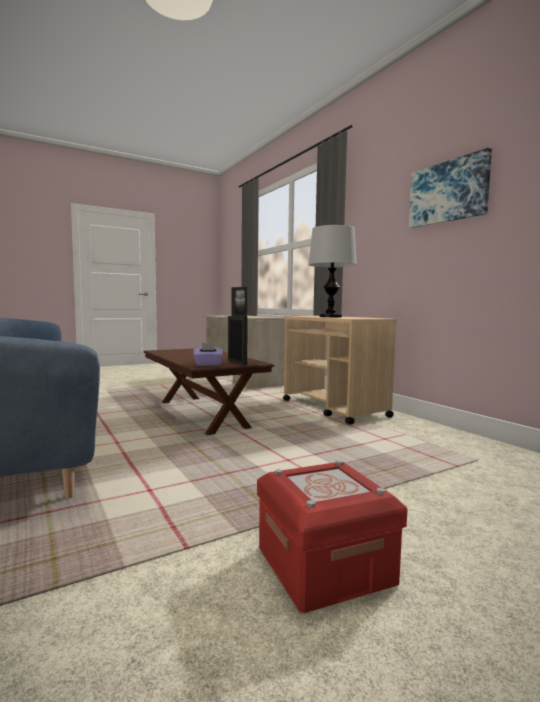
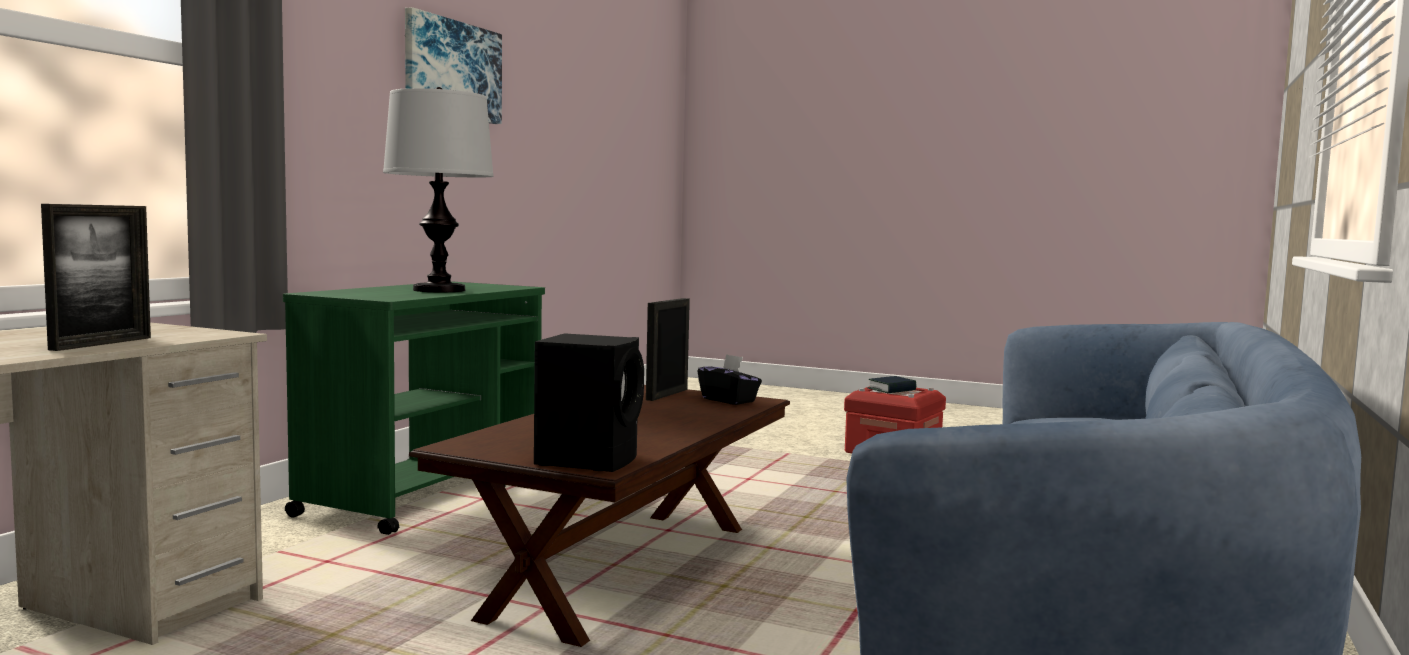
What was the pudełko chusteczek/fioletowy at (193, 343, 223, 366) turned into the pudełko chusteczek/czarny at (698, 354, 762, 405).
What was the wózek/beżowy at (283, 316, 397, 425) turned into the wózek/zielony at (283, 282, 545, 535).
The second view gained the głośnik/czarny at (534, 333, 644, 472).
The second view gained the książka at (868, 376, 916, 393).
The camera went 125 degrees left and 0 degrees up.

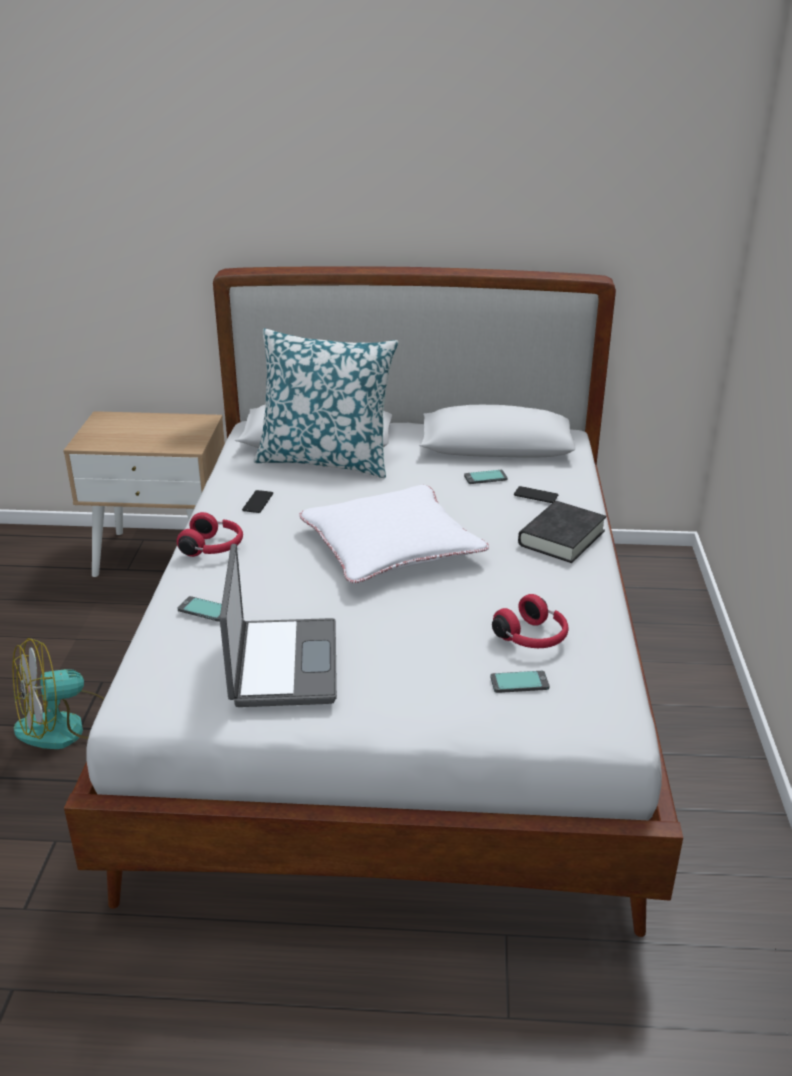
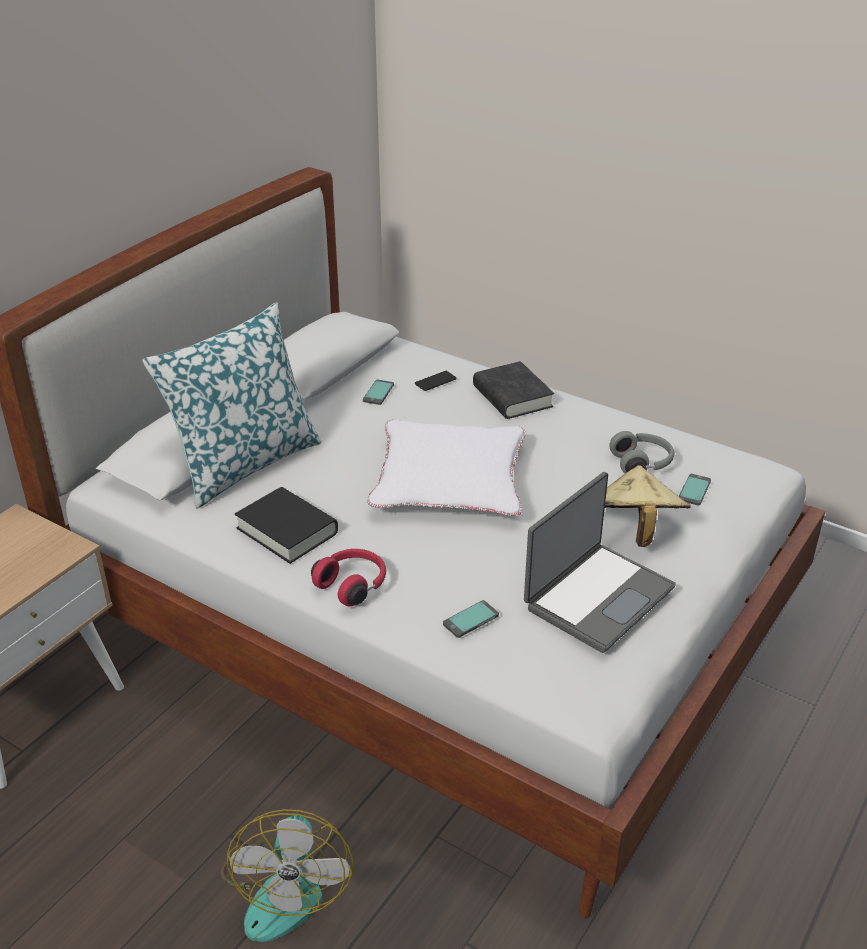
The laptop at (220, 544, 337, 707) ended up facing another way, 105 degrees clockwise from before.
Where the telefon stood at (242, 490, 273, 513), the książka/czarny came to stand at (235, 487, 338, 564).
What was the słuchawki/czerwony at (492, 594, 569, 648) turned into the słuchawki/szary at (609, 431, 674, 473).
The second view gained the kapelusz/beżowy at (605, 465, 691, 547).
The camera went 60 degrees left and 5 degrees up.

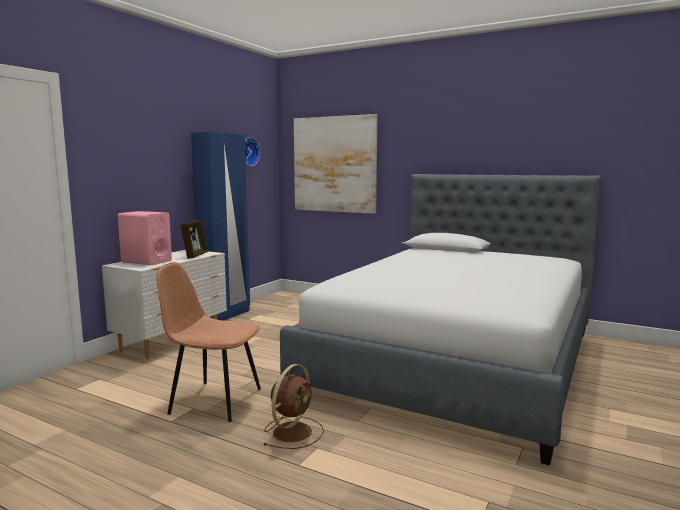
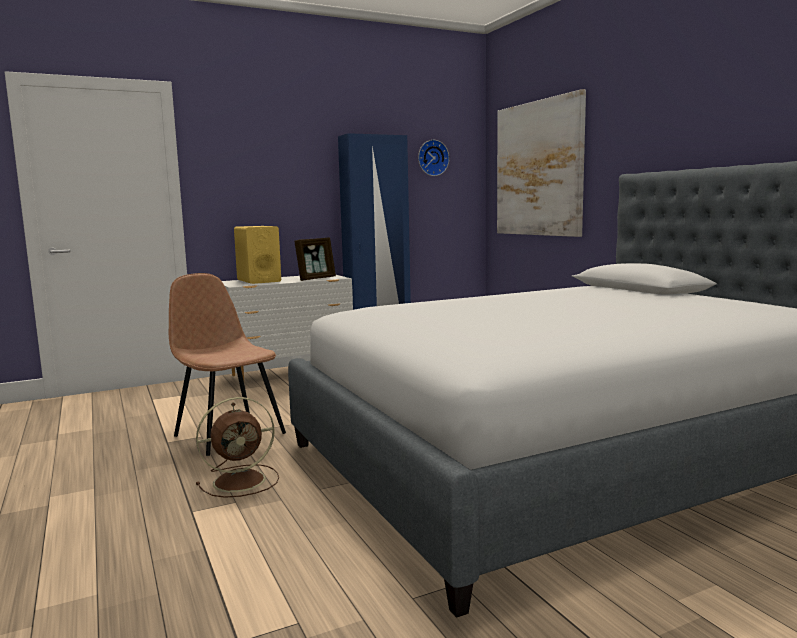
What was the głośnik/różowy at (118, 211, 172, 265) turned into the głośnik/żółty at (234, 226, 281, 284).
The camera went 35 degrees right and 0 degrees up.

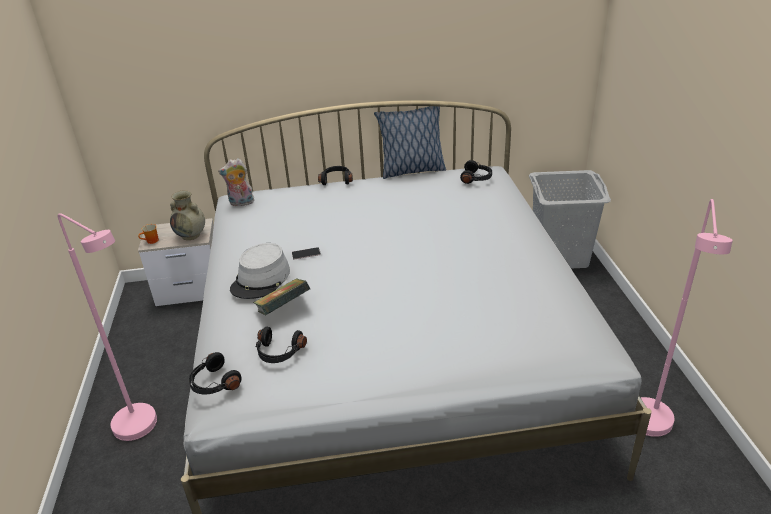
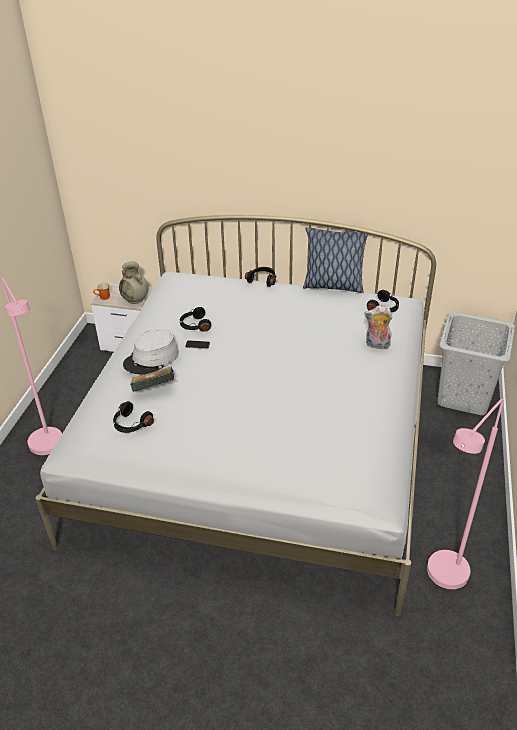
The słuchawki/czarny ended up elsewhere, having gone from (189, 352, 242, 395) to (180, 307, 211, 331).
The pluszak ended up elsewhere, having gone from (218, 158, 254, 206) to (364, 305, 392, 349).
The camera went 20 degrees right and 5 degrees up.

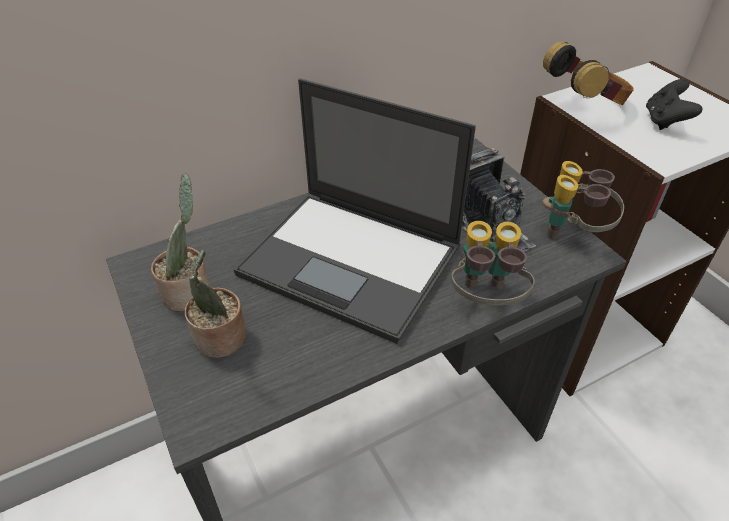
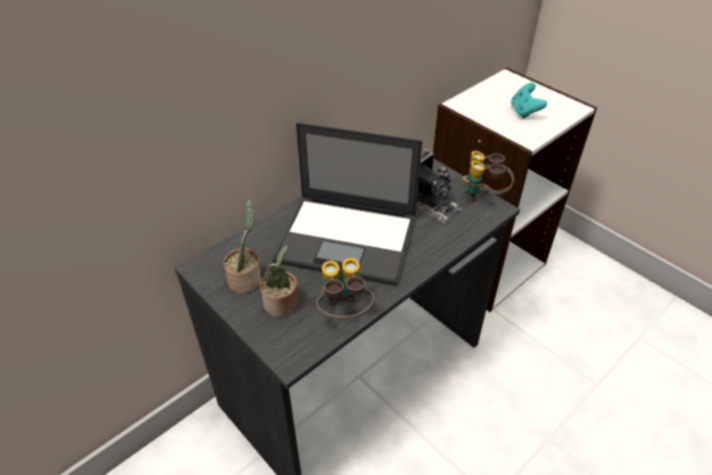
The lornetka ended up elsewhere, having gone from (451, 221, 535, 306) to (317, 258, 374, 320).
The second view lost the słuchawki at (543, 42, 634, 105).
What was the pad do gier/czarny at (646, 79, 702, 130) turned into the pad do gier/turkusowy at (511, 83, 547, 119).
The camera went 15 degrees left and 0 degrees up.

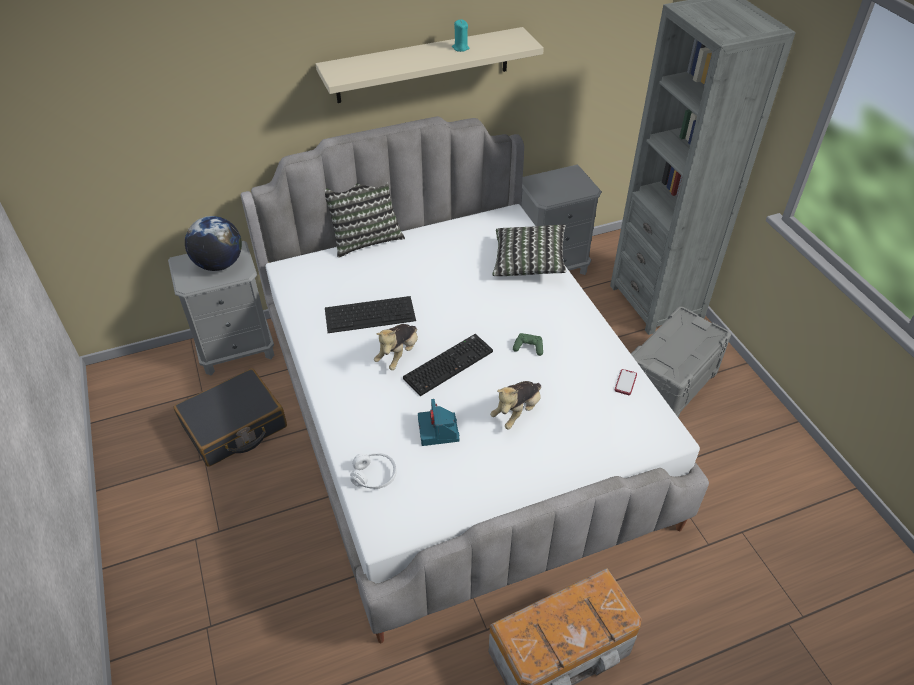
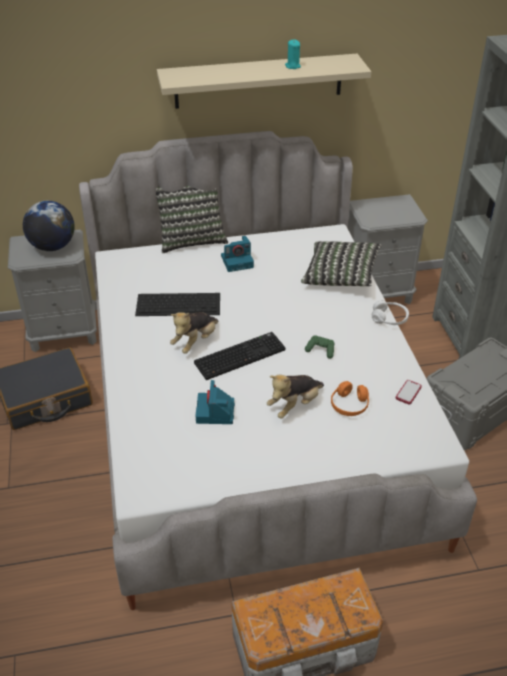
The słuchawki/biały ended up elsewhere, having gone from (350, 453, 397, 489) to (372, 300, 409, 325).
The second view gained the aparat fotograficzny at (221, 236, 254, 272).
The second view gained the słuchawki/pomarańczowy at (331, 381, 369, 416).
The camera went 10 degrees right and 5 degrees down.

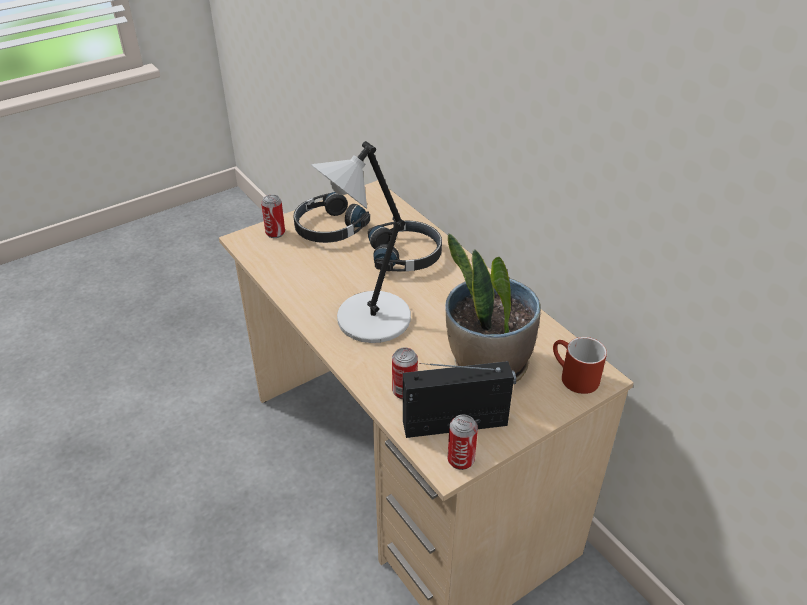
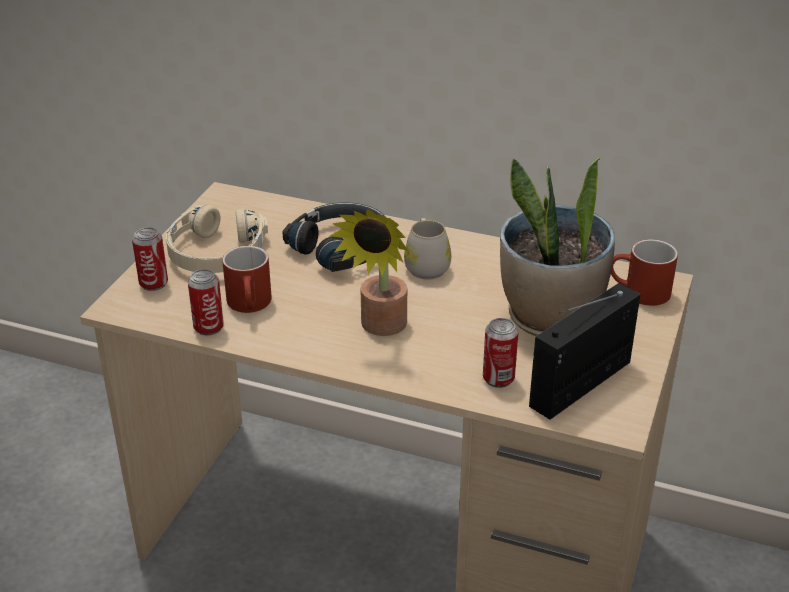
What was the słuchawki/czarny at (294, 192, 370, 243) turned into the słuchawki/beżowy at (166, 205, 268, 273).
Where the lampa stołowa/szary stood at (311, 141, 411, 343), the roślina doniczkowa came to stand at (330, 209, 409, 336).
The puszka ended up elsewhere, having gone from (448, 415, 478, 470) to (188, 269, 224, 335).
The second view gained the kubek/czerwony at (222, 246, 272, 313).
The second view gained the kubek/biały at (404, 218, 451, 280).
The camera went 35 degrees left and 5 degrees down.

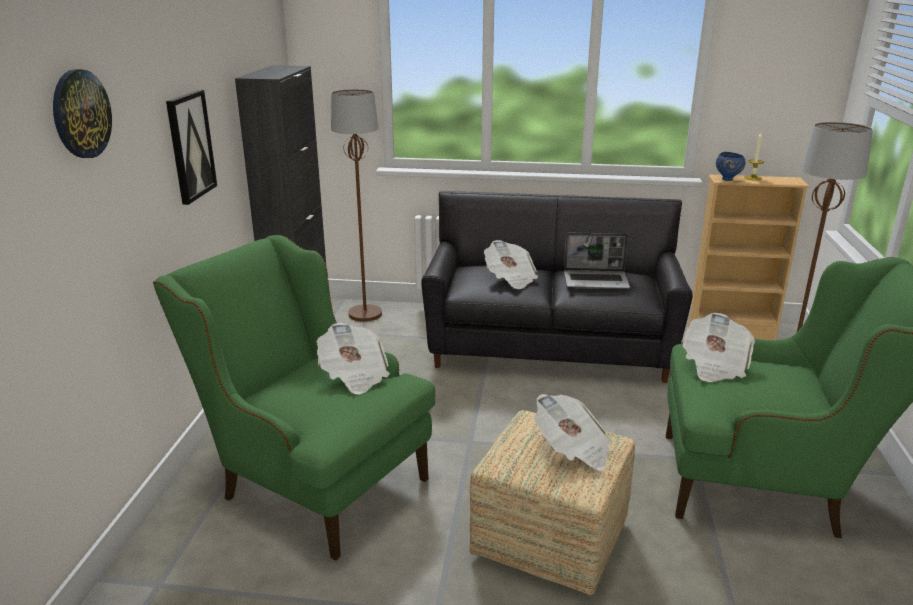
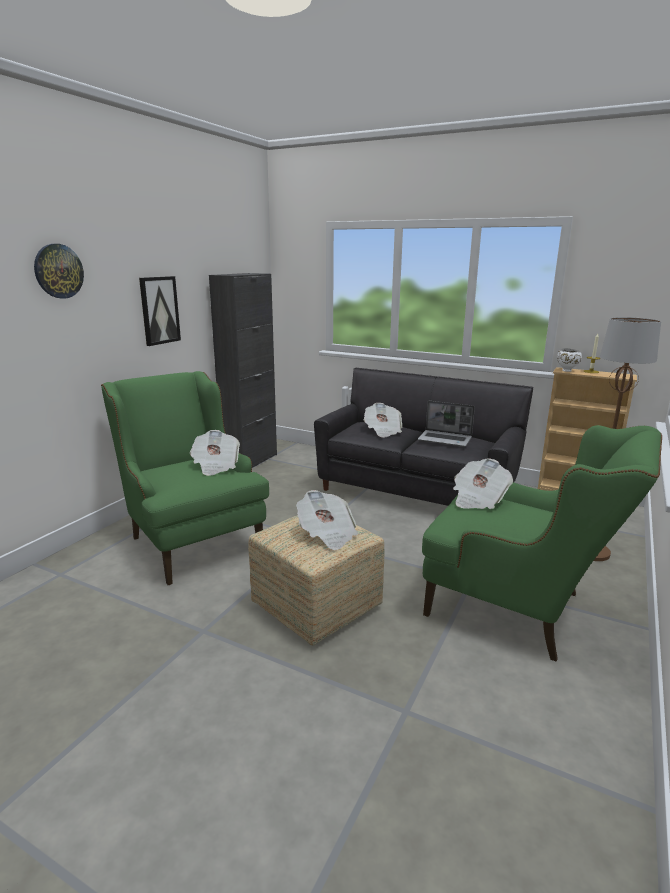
The second view lost the lampa stojąca/brązowy at (331, 89, 382, 322).
What was the miska/niebieski at (716, 152, 746, 181) turned into the miska/biały at (557, 348, 582, 372).
The camera went 20 degrees right and 5 degrees down.

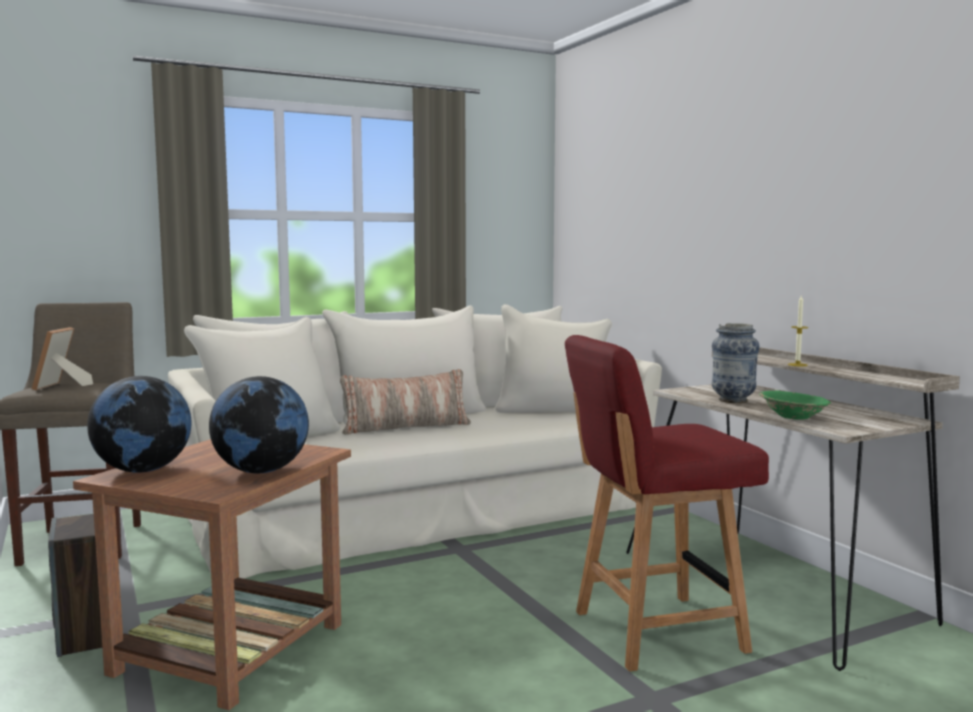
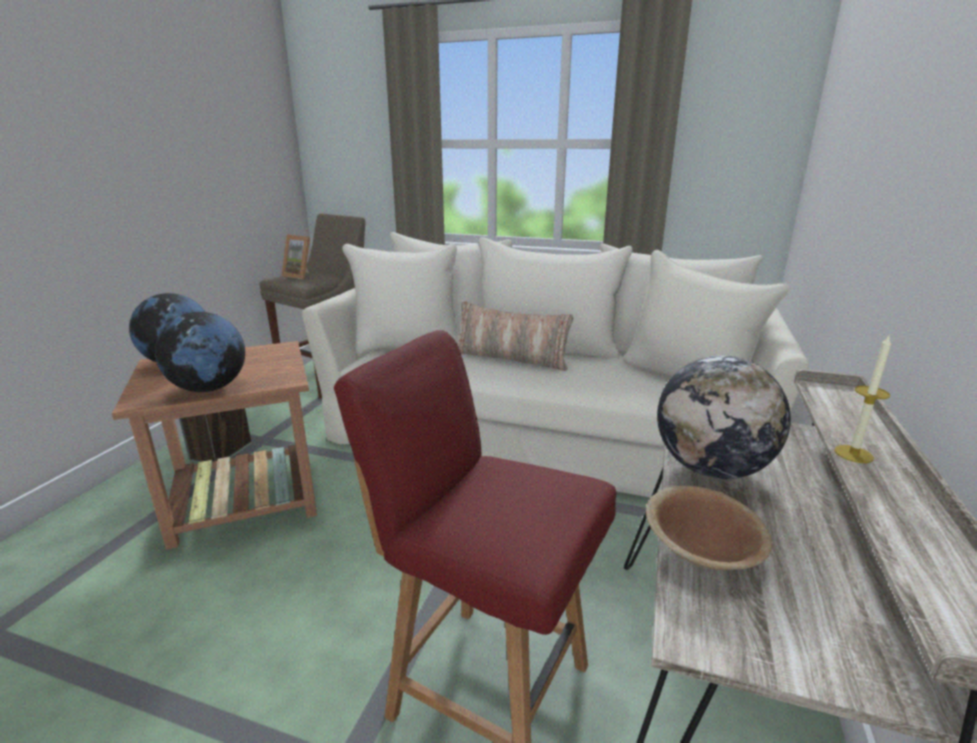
The ramka na zdjęcie at (32, 327, 93, 390) ended up facing another way, 105 degrees counterclockwise from before.
Where the wazon stood at (712, 323, 759, 403), the globus came to stand at (657, 355, 791, 479).
What was the miska/zielony at (759, 391, 831, 420) turned into the miska/brązowy at (646, 486, 773, 570).
The camera went 45 degrees right and 15 degrees up.

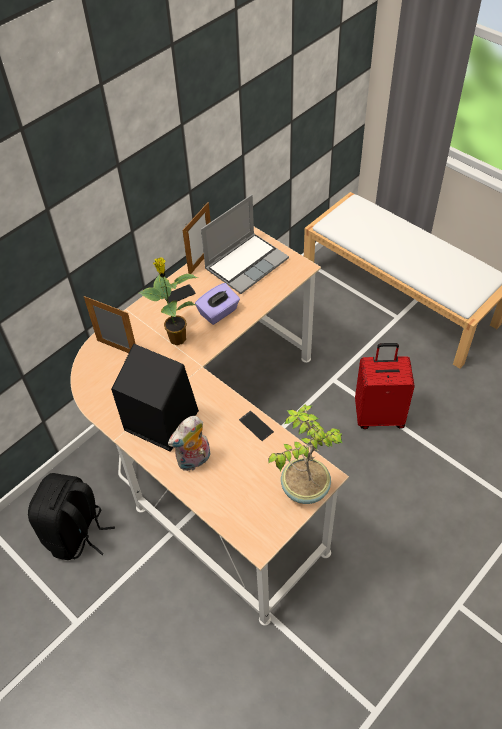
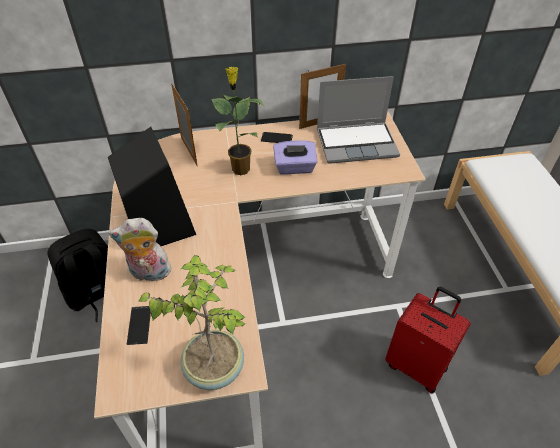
The telefon ended up elsewhere, having gone from (239, 411, 274, 441) to (126, 306, 151, 345).
The camera went 35 degrees right and 5 degrees down.

